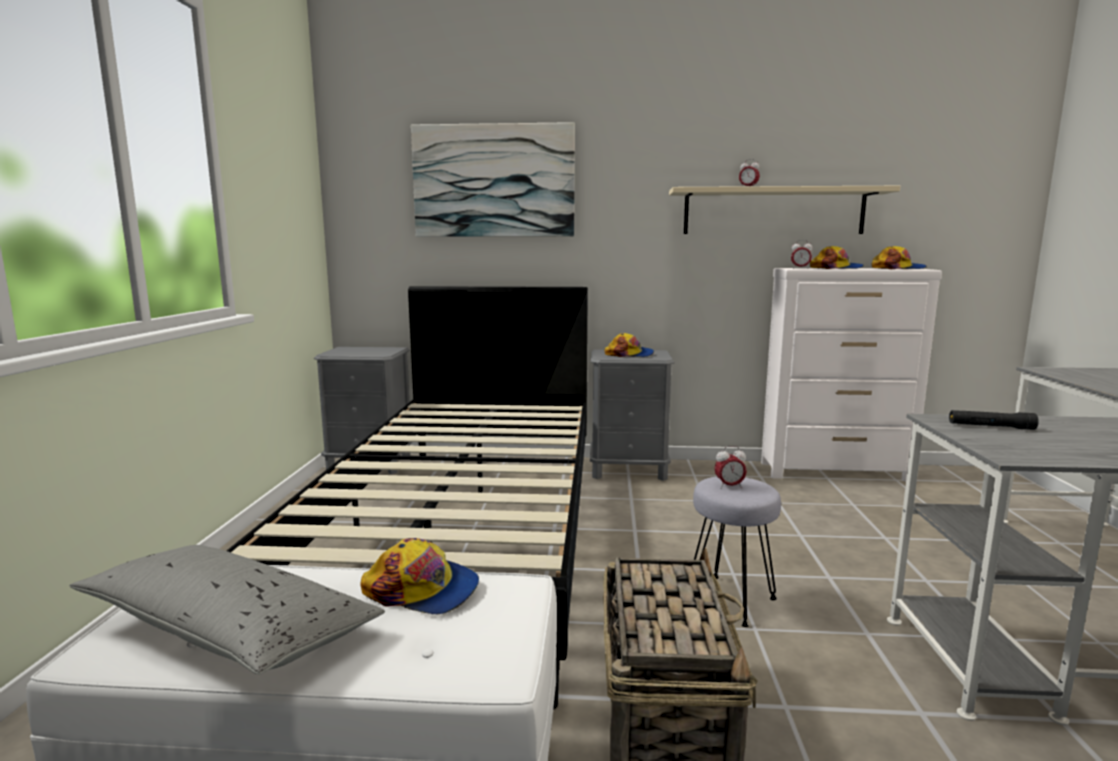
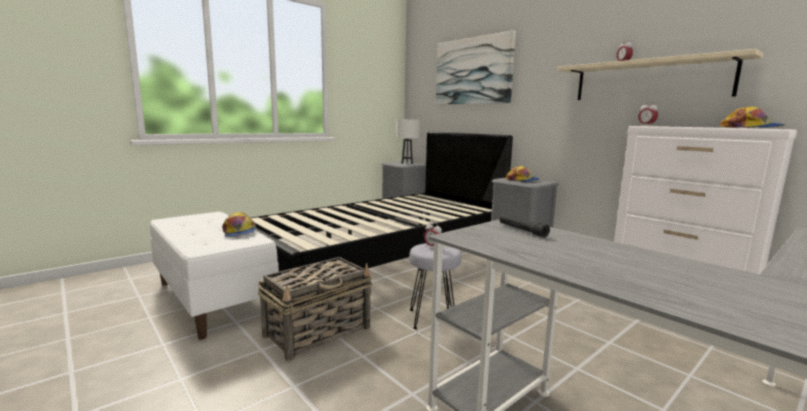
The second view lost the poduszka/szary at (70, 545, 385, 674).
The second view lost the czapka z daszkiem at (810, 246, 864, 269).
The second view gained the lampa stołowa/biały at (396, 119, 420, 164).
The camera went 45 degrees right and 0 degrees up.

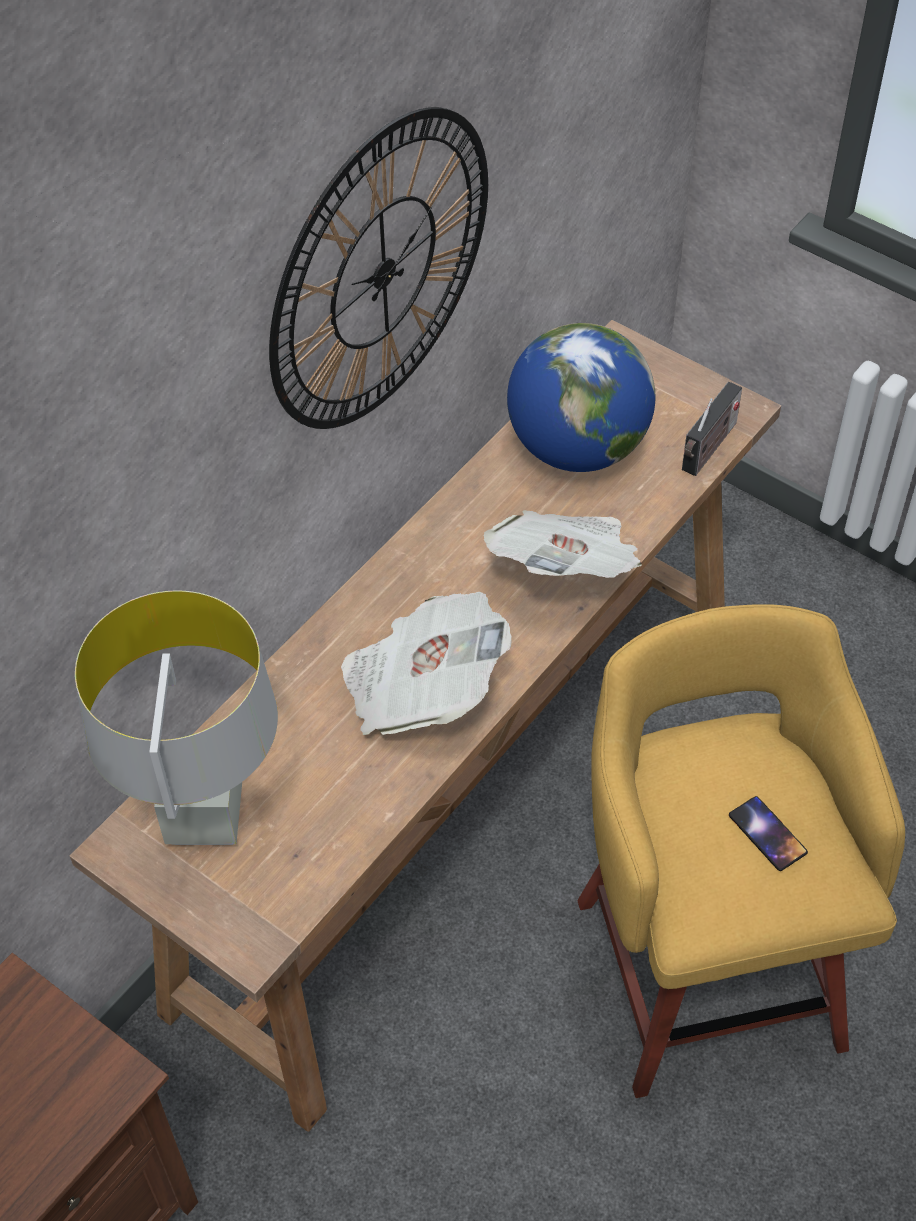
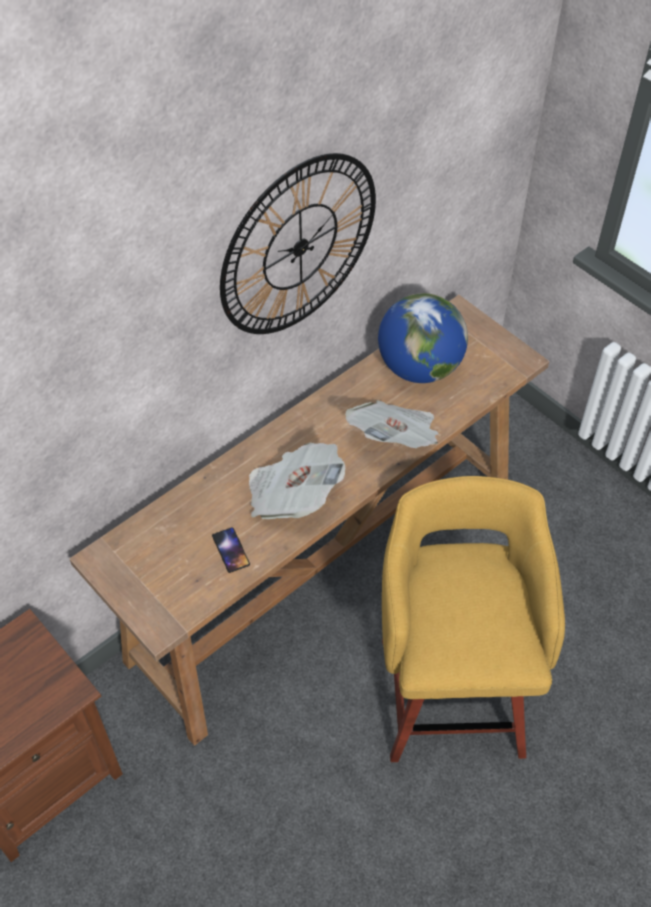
The second view lost the lampa stołowa/szary at (75, 591, 278, 845).
The second view lost the radio at (682, 382, 742, 476).
The telefon ended up elsewhere, having gone from (729, 796, 808, 871) to (212, 527, 250, 573).
The camera went 10 degrees right and 0 degrees up.

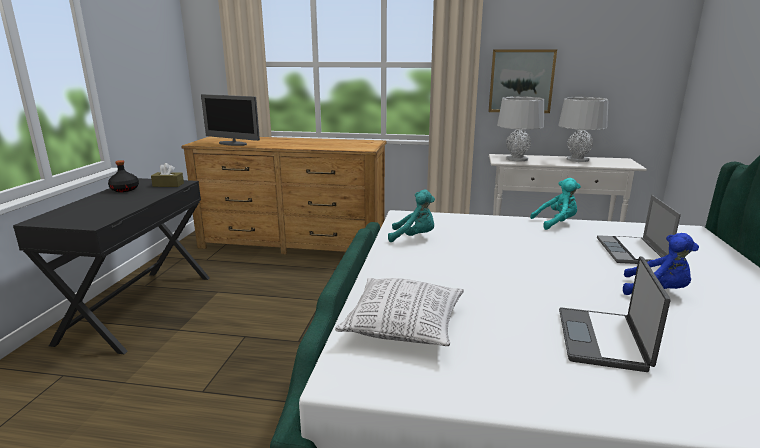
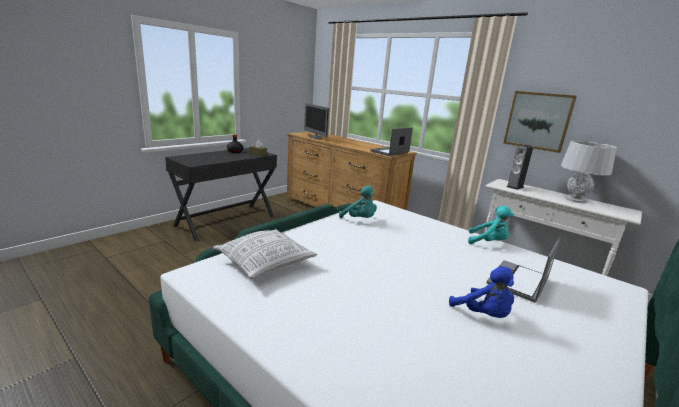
Where the lampa stołowa/szary stood at (497, 96, 544, 161), the głośnik came to stand at (506, 145, 533, 190).
The laptop ended up elsewhere, having gone from (559, 257, 670, 372) to (370, 128, 413, 156).
The camera went 30 degrees right and 0 degrees up.

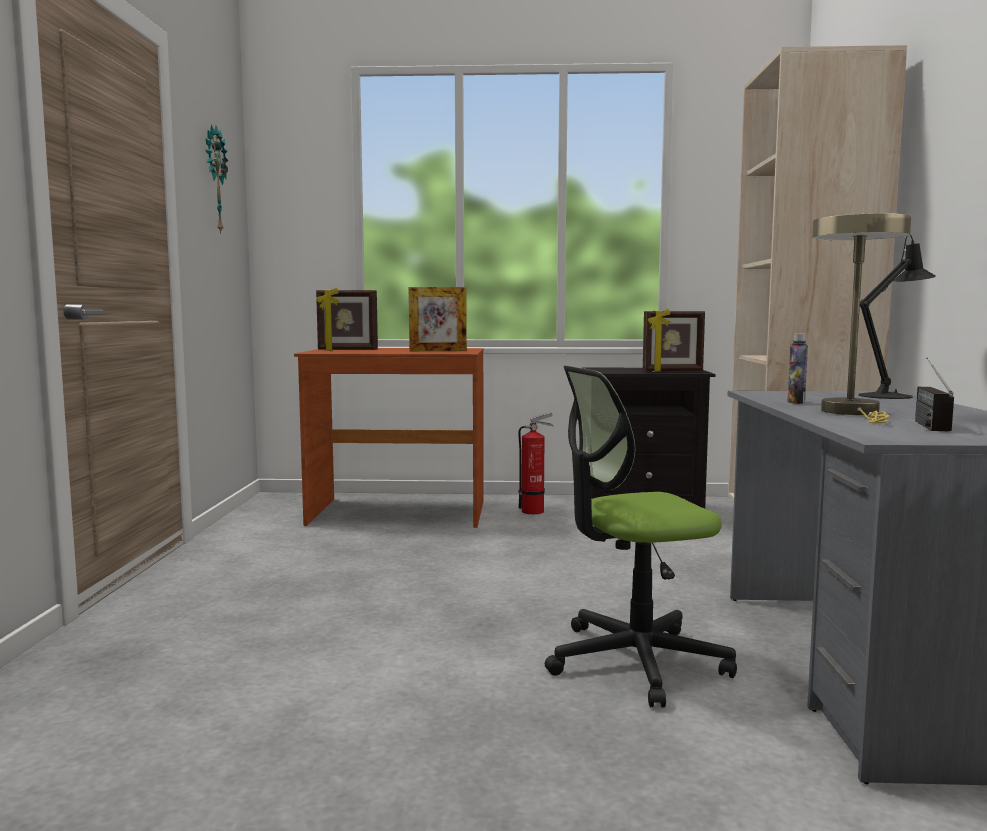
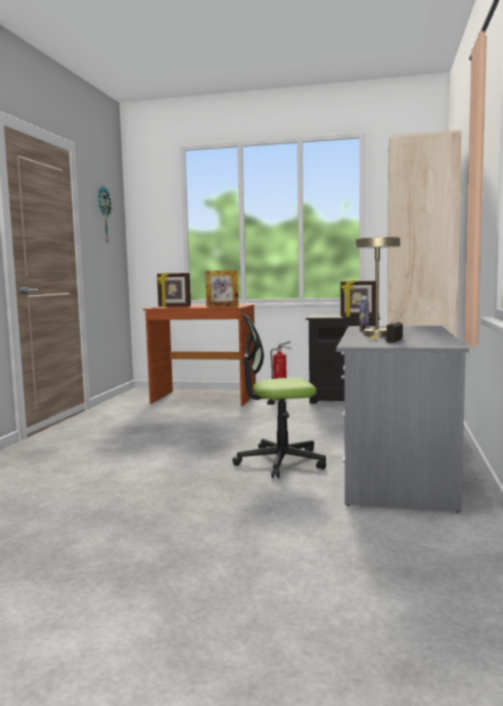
The second view lost the lampa stołowa/czarny at (858, 234, 936, 399).
The camera went 10 degrees right and 0 degrees up.

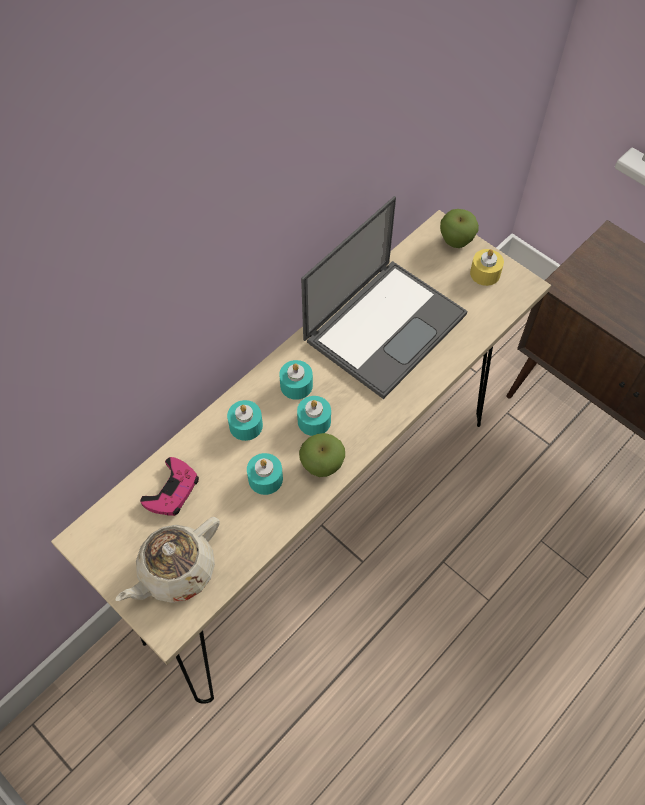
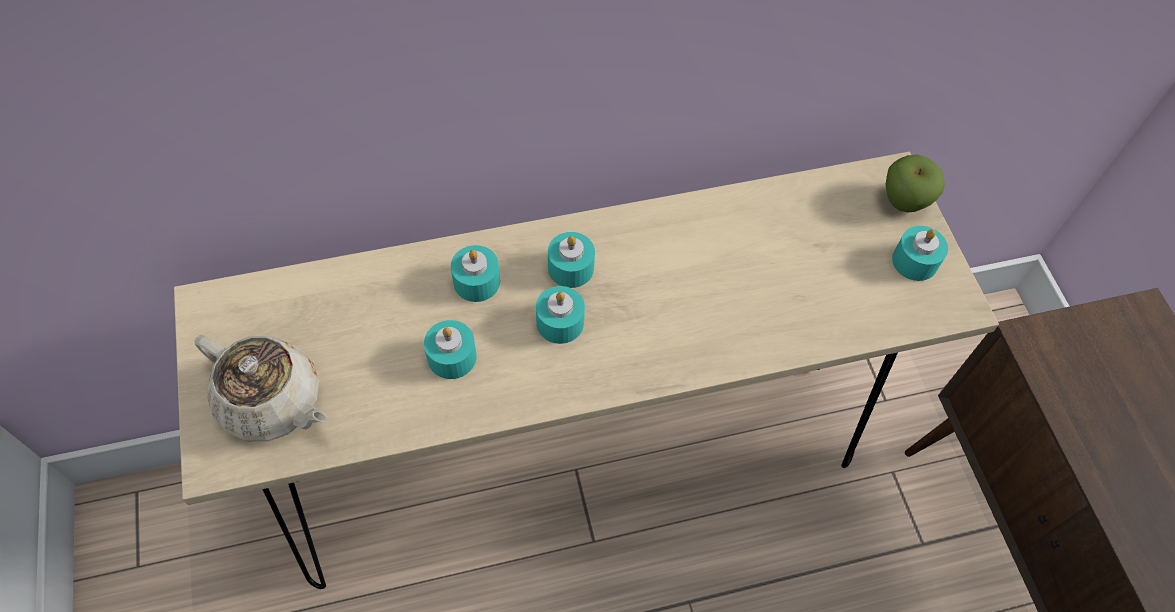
The imbryk/beżowy at (116, 517, 220, 603) ended up facing another way, 135 degrees counterclockwise from before.
The second view lost the pad do gier/różowy at (140, 457, 199, 516).
The second view lost the jabłko at (299, 433, 345, 477).
The second view lost the laptop at (301, 196, 467, 399).
What was the świeca/żółty at (470, 249, 504, 286) turned into the świeca/turkusowy at (892, 226, 948, 281).
The camera went 30 degrees right and 0 degrees up.

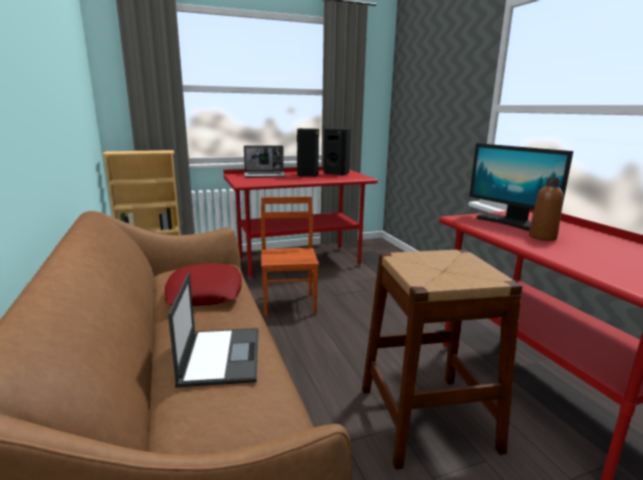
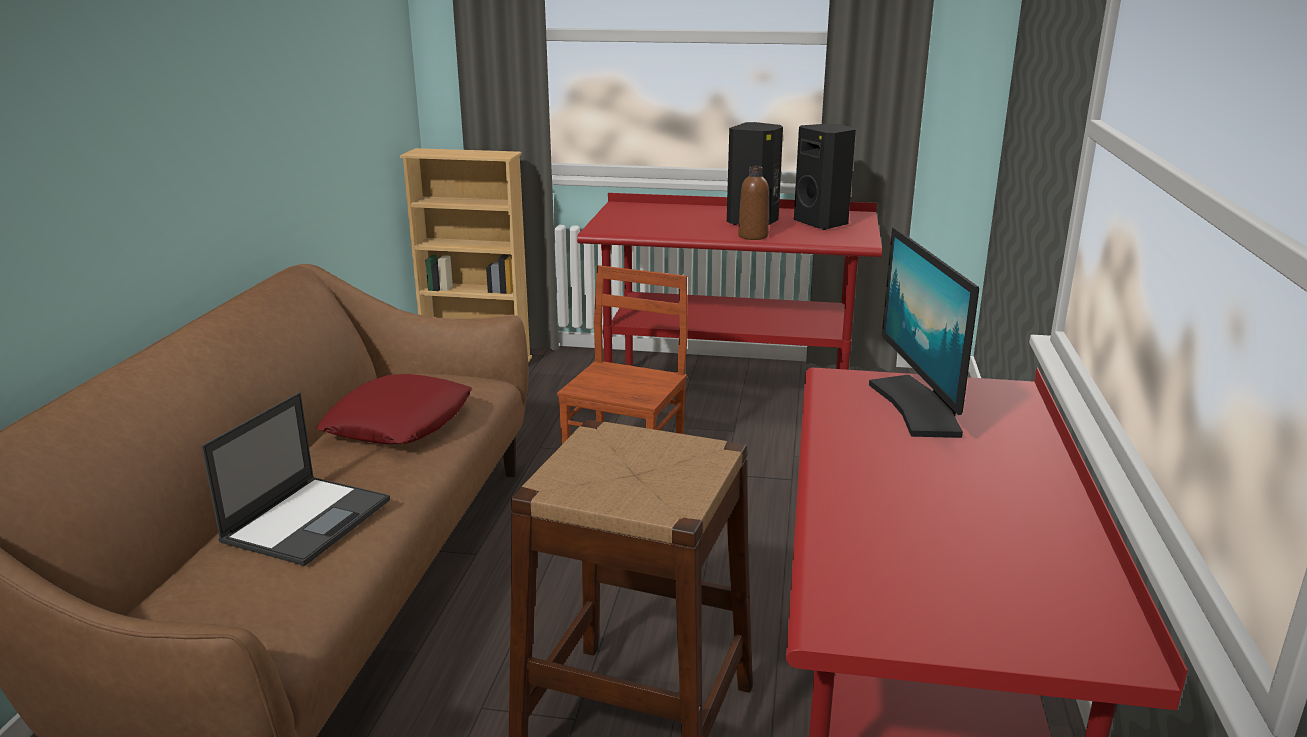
The second view lost the laptop at (244, 146, 286, 178).
The butelka/brązowy ended up elsewhere, having gone from (529, 178, 564, 241) to (738, 166, 769, 240).
The camera went 30 degrees right and 5 degrees up.

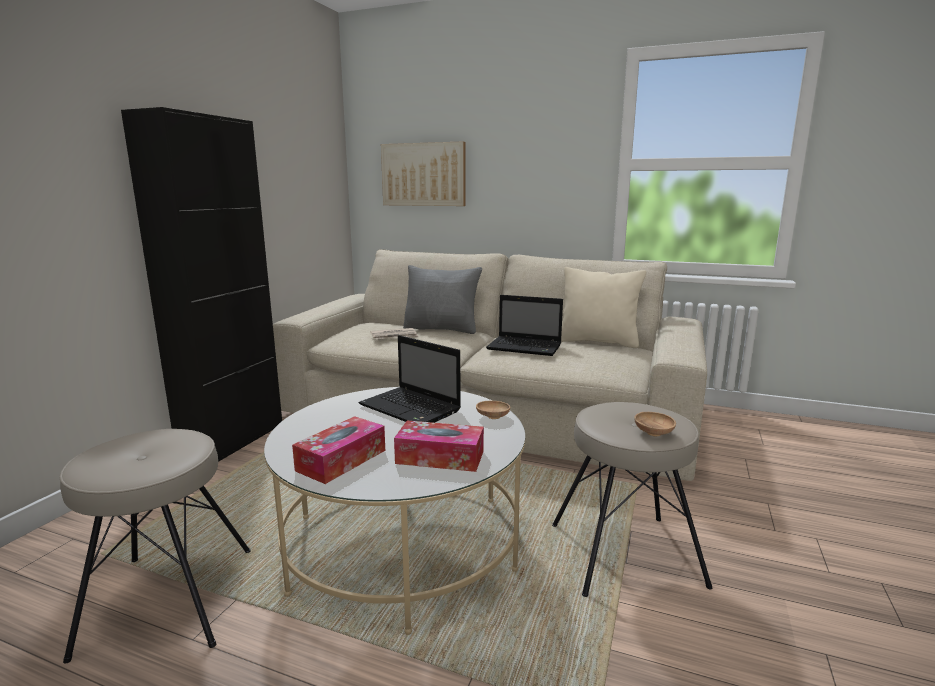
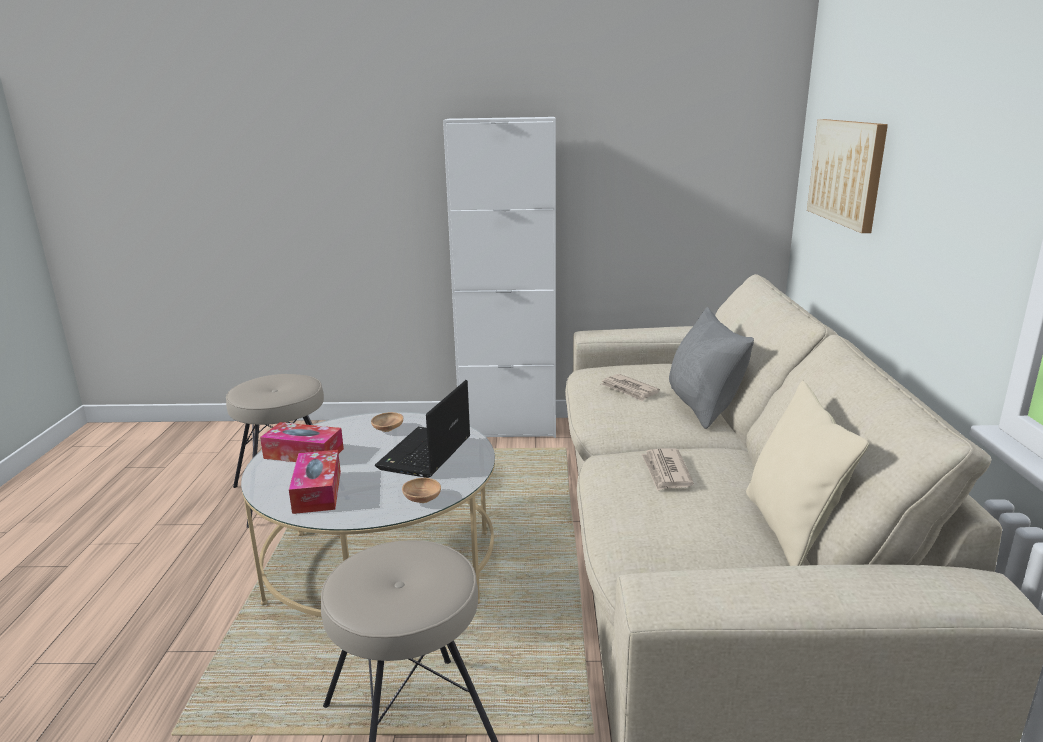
What was the szafka/czarny at (121, 107, 282, 462) turned into the szafka/biały at (443, 117, 556, 438).
Where the laptop stood at (486, 295, 563, 356), the gazeta came to stand at (641, 448, 694, 491).
The miska/brązowy ended up elsewhere, having gone from (634, 412, 676, 436) to (371, 412, 403, 432).
The camera went 70 degrees right and 5 degrees up.

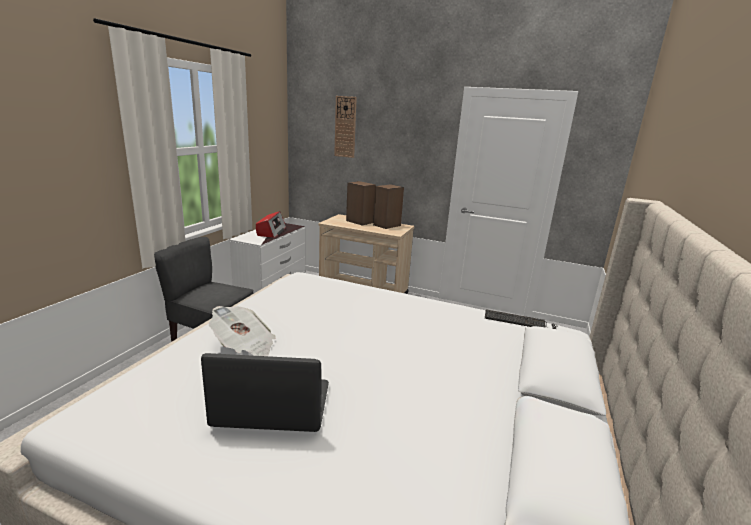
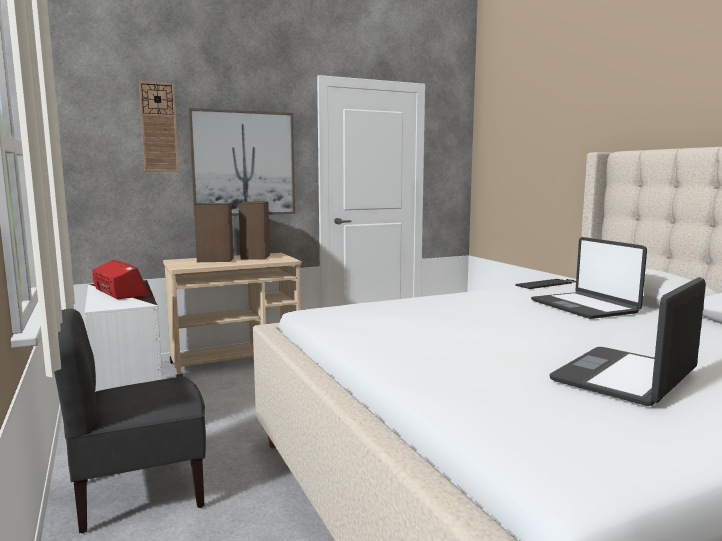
The second view lost the gazeta at (209, 306, 276, 356).
The second view gained the obraz at (188, 108, 295, 216).
The second view gained the laptop at (531, 237, 647, 319).
The camera went 45 degrees left and 10 degrees down.

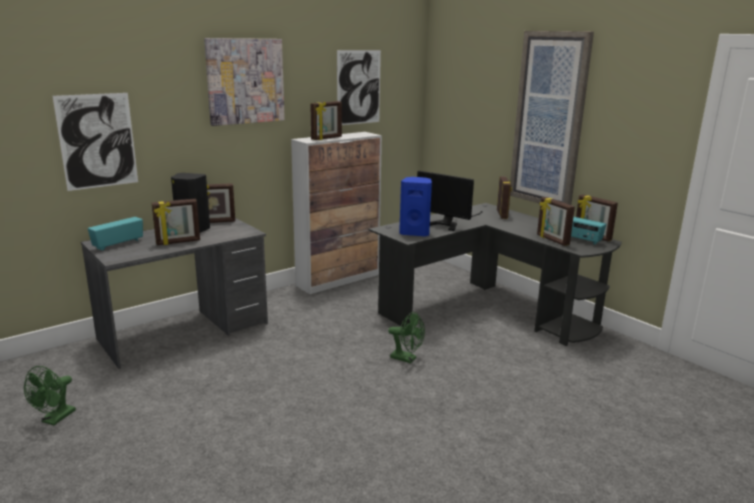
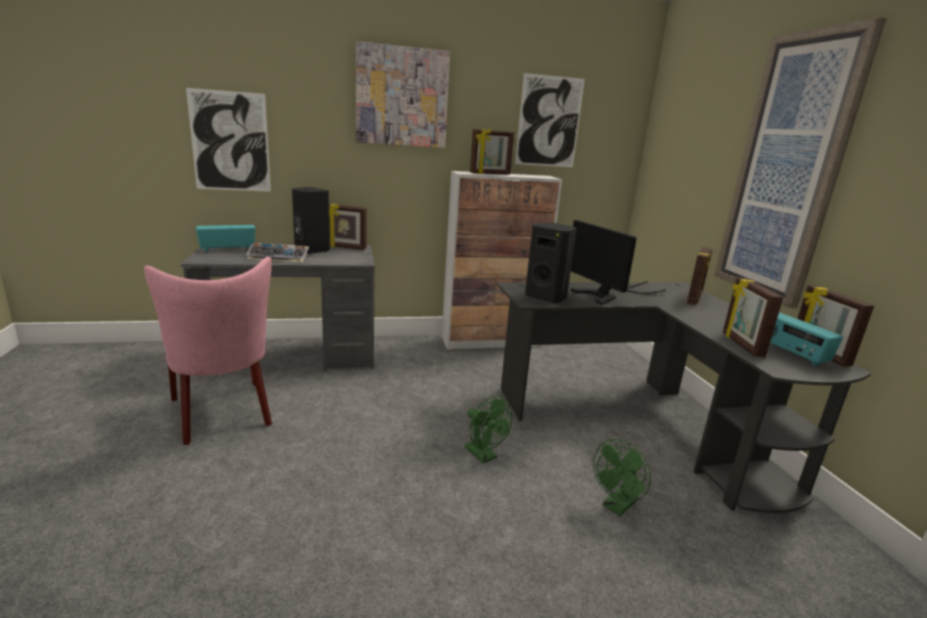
The wentylator/zielony ended up elsewhere, having gone from (24, 366, 76, 425) to (593, 439, 651, 516).
Where the ramka na zdjęcie stood at (152, 199, 200, 245), the klawiatura came to stand at (246, 242, 309, 262).
What was the głośnik/niebieski at (399, 177, 432, 237) turned into the głośnik/czarny at (525, 223, 577, 303).
The second view gained the krzesło/różowy at (144, 257, 272, 445).
The camera went 25 degrees right and 0 degrees up.

